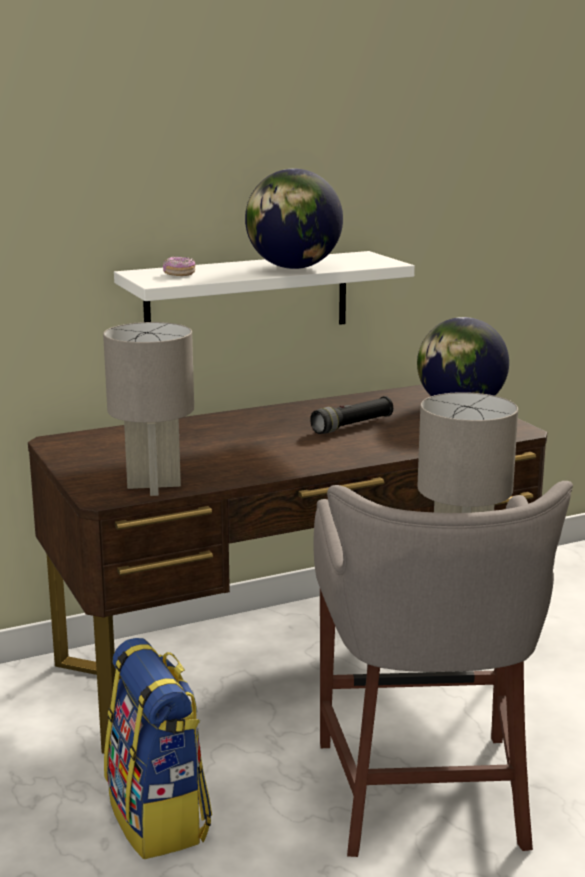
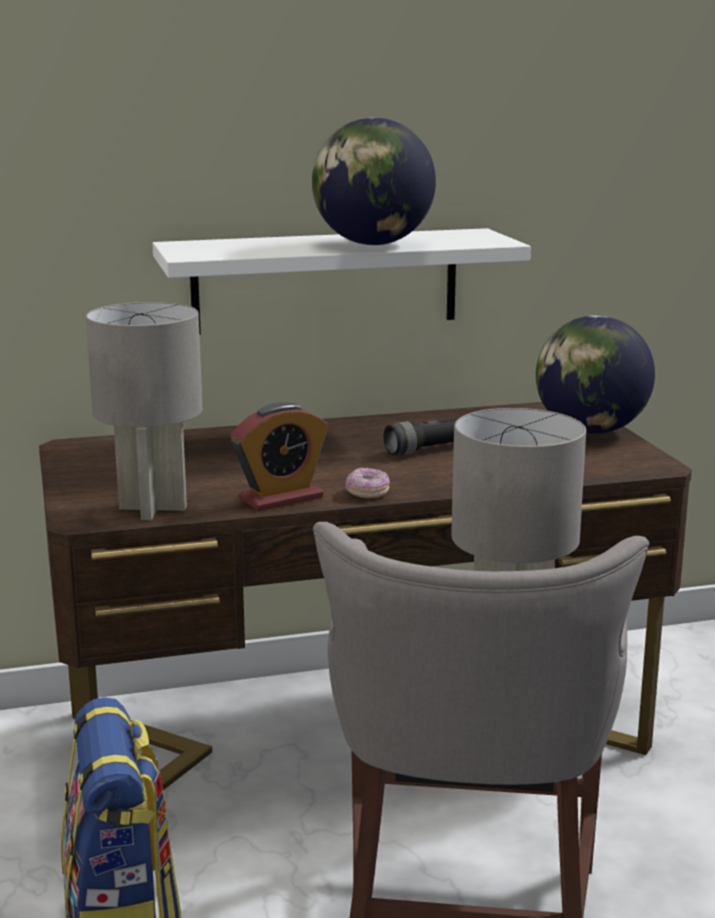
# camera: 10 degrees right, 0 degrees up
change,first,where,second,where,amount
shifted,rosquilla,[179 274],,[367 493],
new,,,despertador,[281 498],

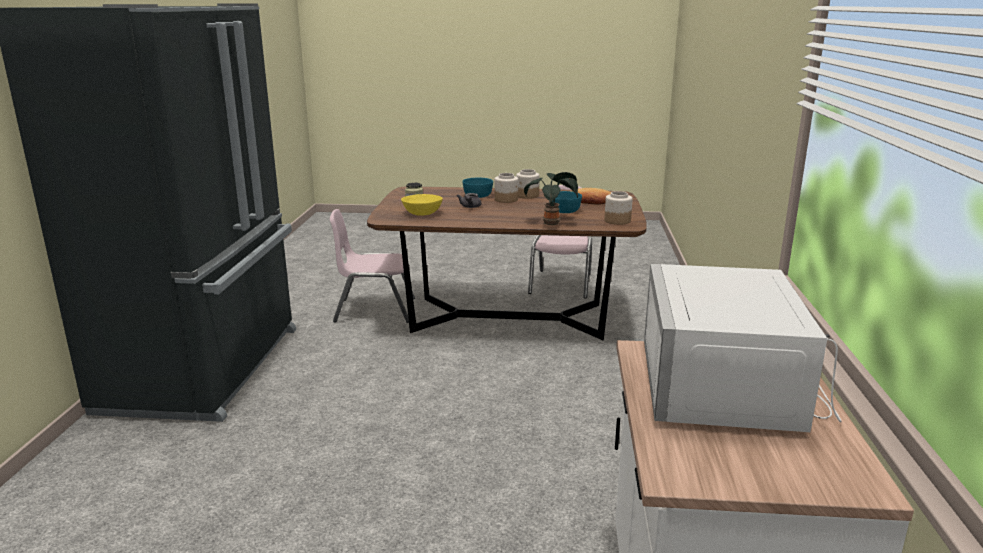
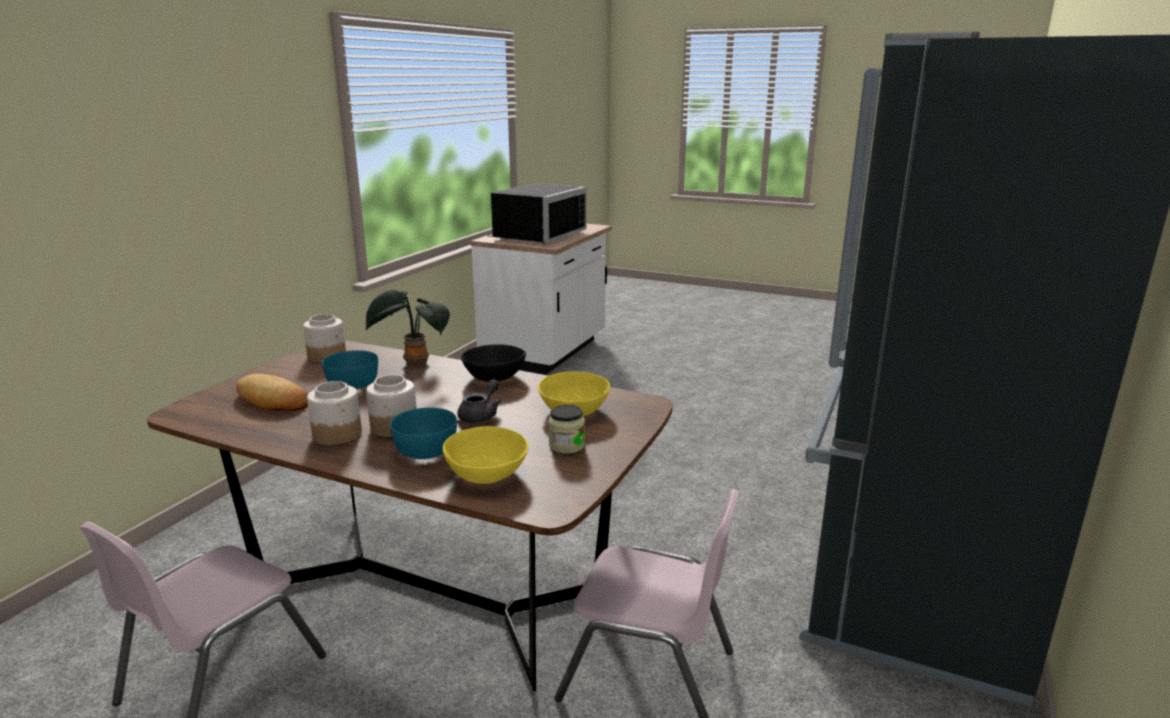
# camera: 160 degrees left, 0 degrees up
change,first,where,second,where,amount
repainted,microondas/blanco,[732 389],microondas/negro,[535 235],
new,,,cuenco/amarillo,[487 474],
new,,,cuenco/negro,[494 377],

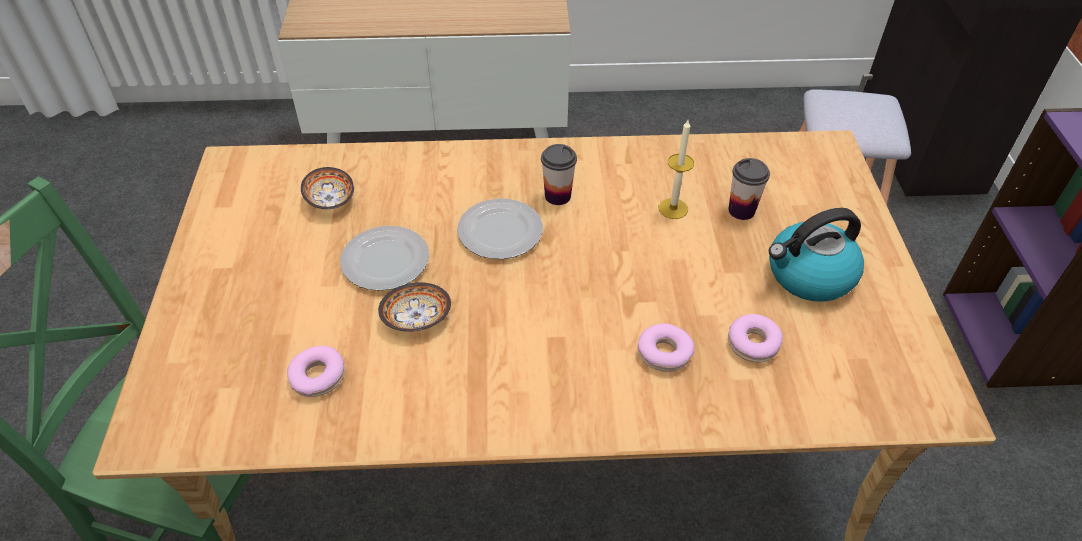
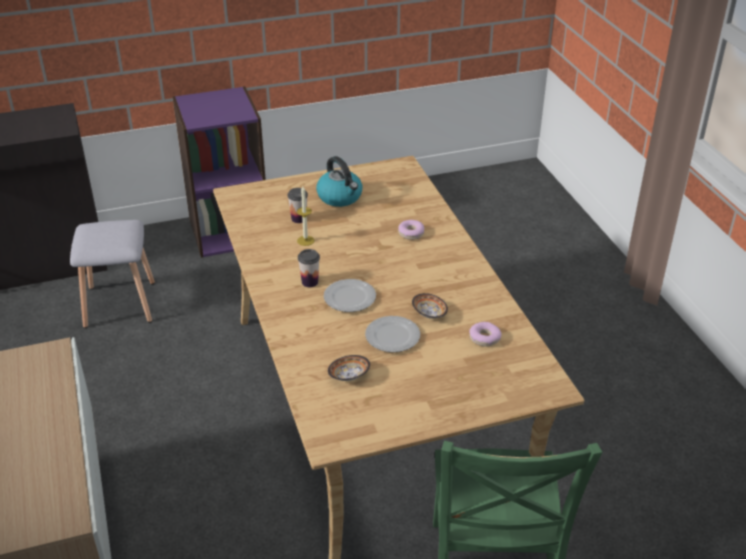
# camera: 105 degrees left, 10 degrees down
change,first,where,second,where,amount
gone,rosquilla,[753 343],,,

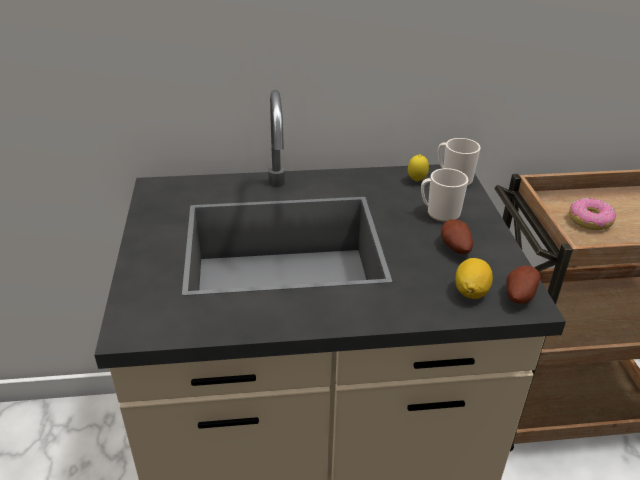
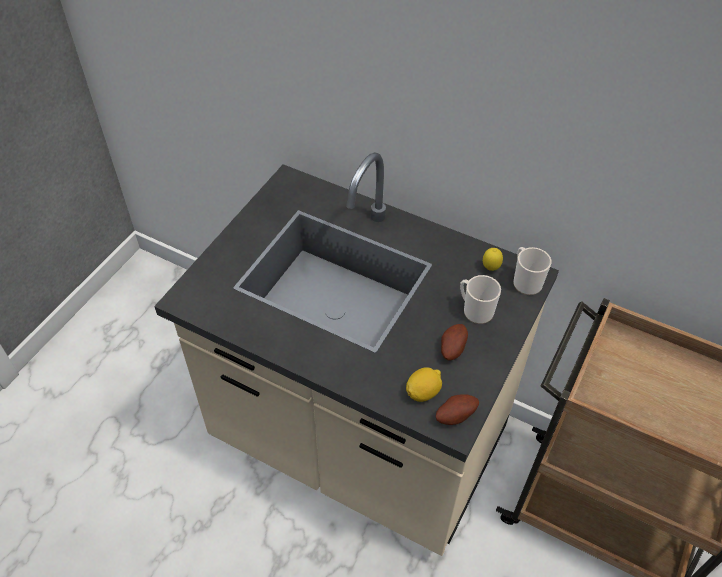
# camera: 35 degrees right, 15 degrees up
change,first,where,second,where,amount
gone,rosquilla,[589 221],,,

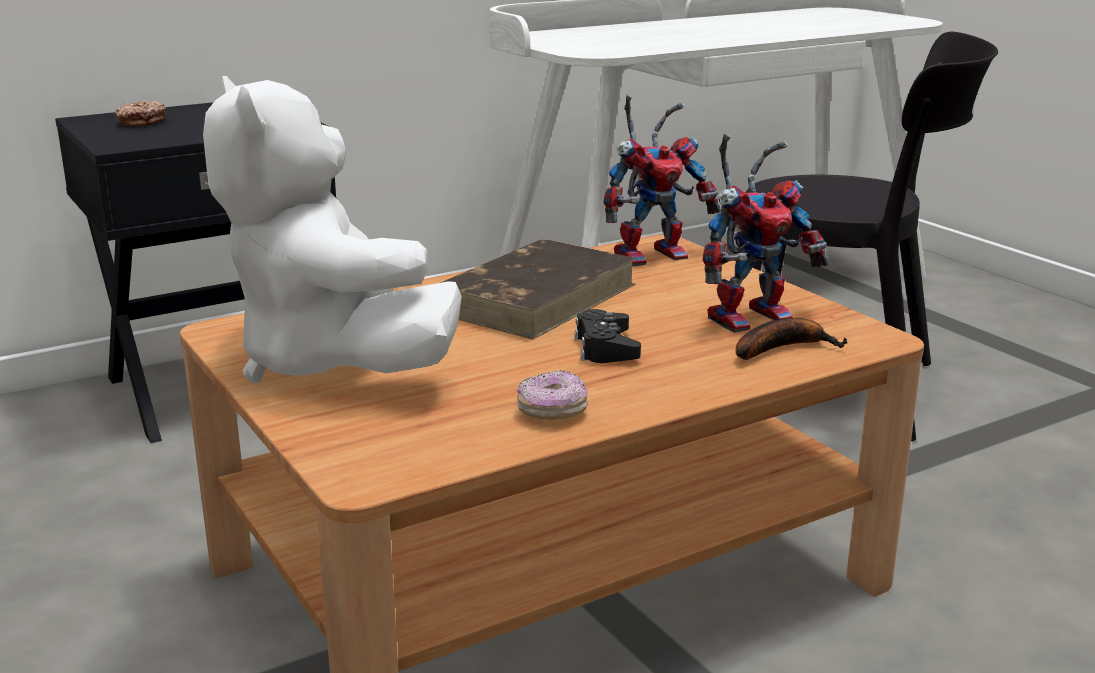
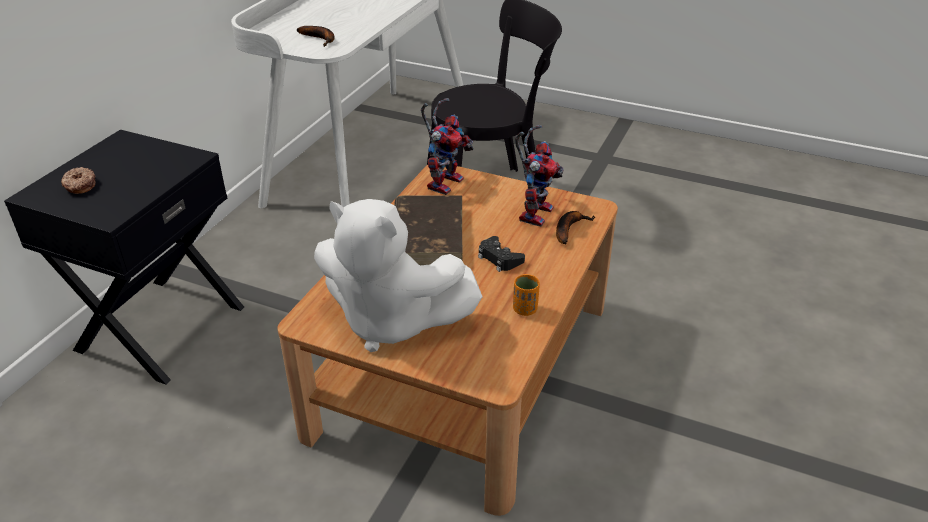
# camera: 35 degrees left, 15 degrees up
change,first,where,second,where,amount
swapped,rosquilla,[552 412],taza/naranja,[525 309],
new,,,plátano,[320 39],

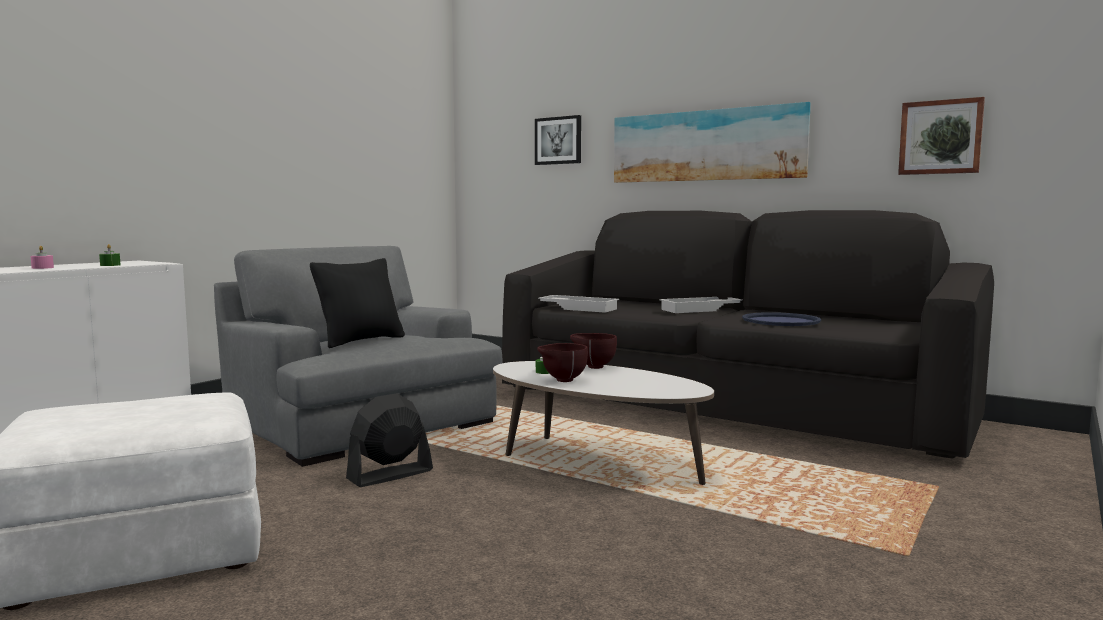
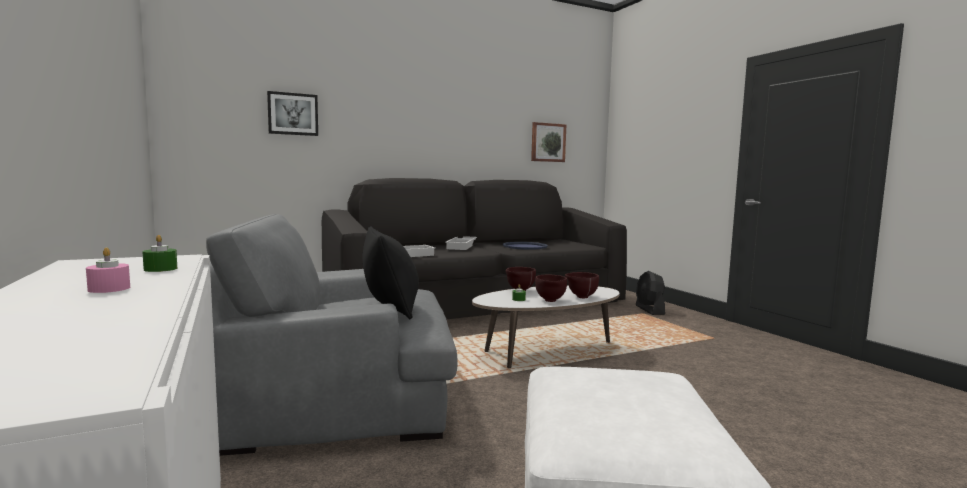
# camera: 60 degrees left, 0 degrees up
change,first,where,second,where,amount
shifted,ventilador/negro,[389 475],,[649 310],
gone,cuadro,[706 146],,,
new,,,cuenco/marrón,[580 297],

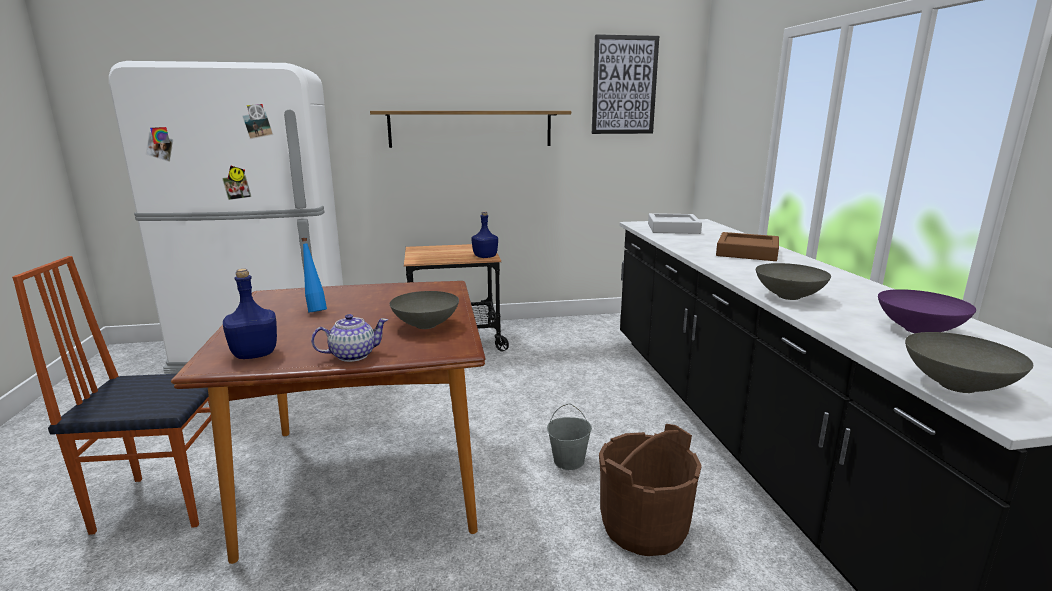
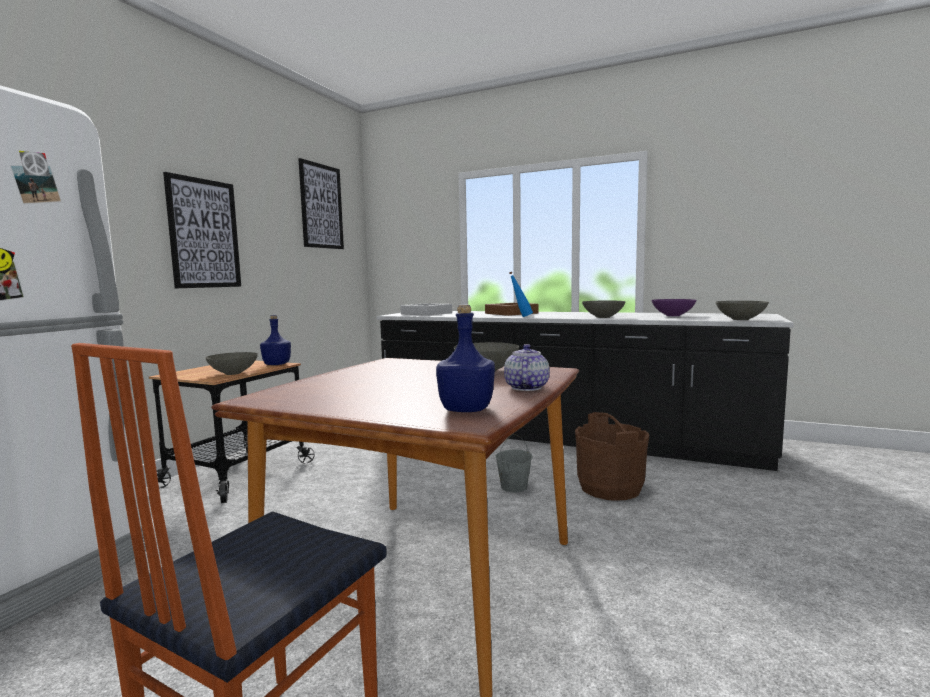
# camera: 55 degrees left, 10 degrees down
change,first,where,second,where,amount
shifted,botella/azul,[315 310],,[521 317],
swapped,estante,[471 128],cuadro,[204 233],
new,,,cuenco/gris,[234 373],

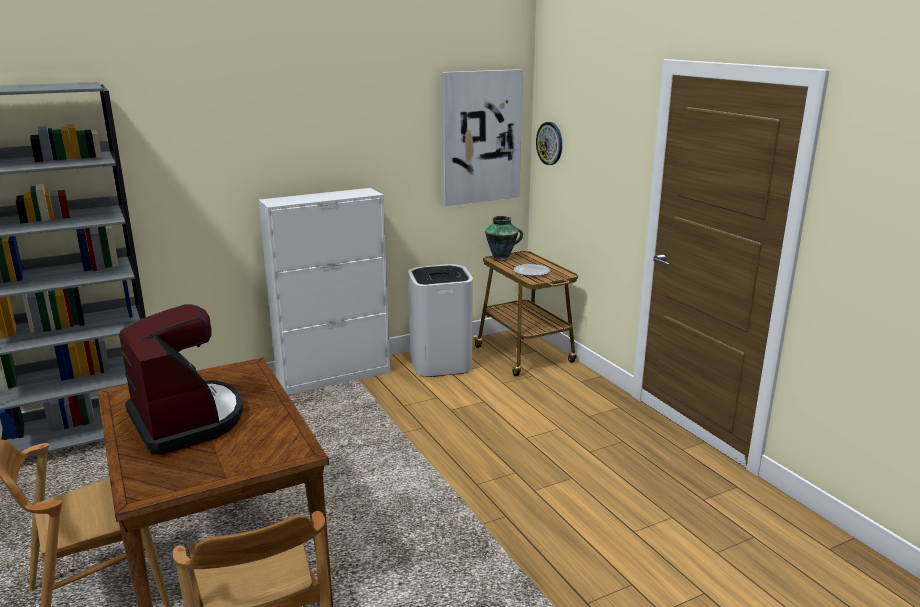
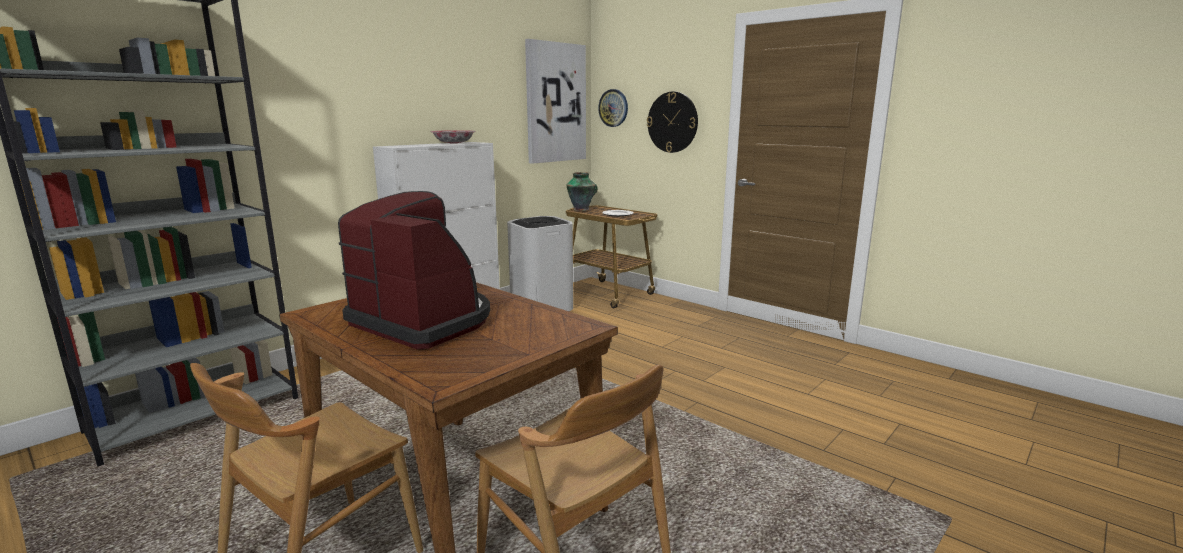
# camera: 20 degrees left, 5 degrees down
change,first,where,second,where,amount
new,,,cuenco,[454 143],
new,,,reloj de pared,[672 122],

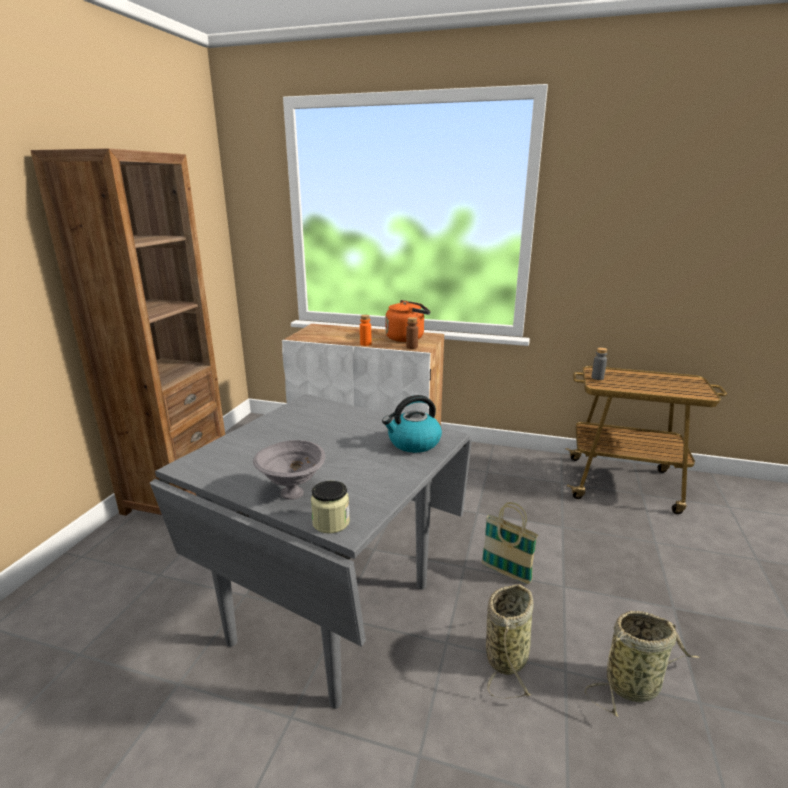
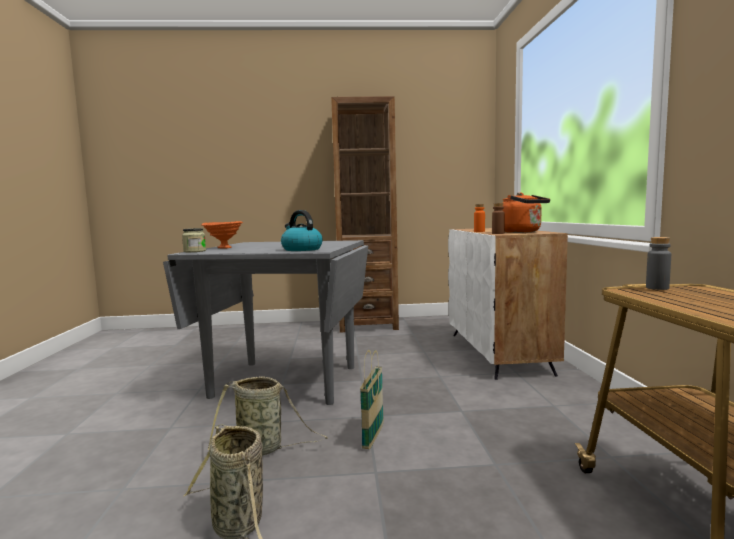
# camera: 70 degrees right, 15 degrees down
change,first,where,second,where,amount
repainted,cuenco/gris,[293 494],cuenco/naranja,[224 248],

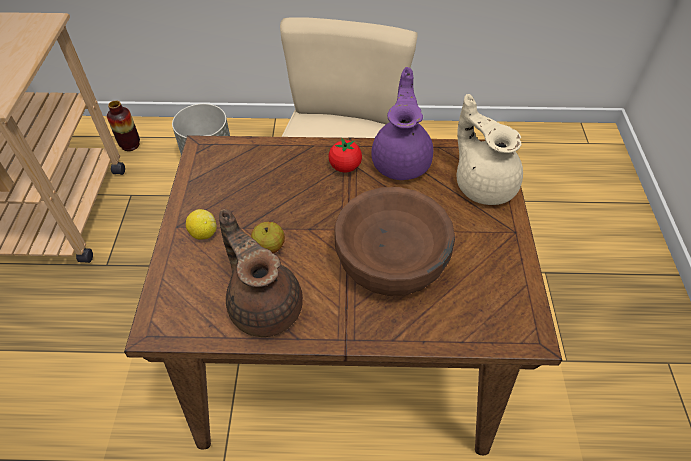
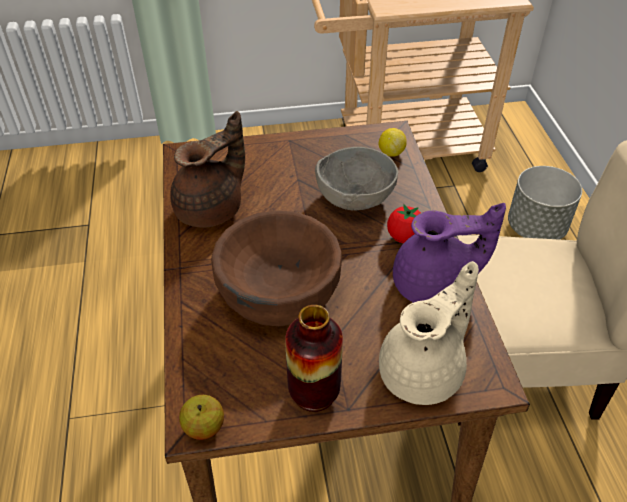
# camera: 80 degrees right, 5 degrees down
change,first,where,second,where,amount
shifted,florero,[130 145],,[314 393],
shifted,limón,[203 233],,[391 152],
shifted,manzana,[269 247],,[204 427],
new,,,cuenco/gris,[355 196],

